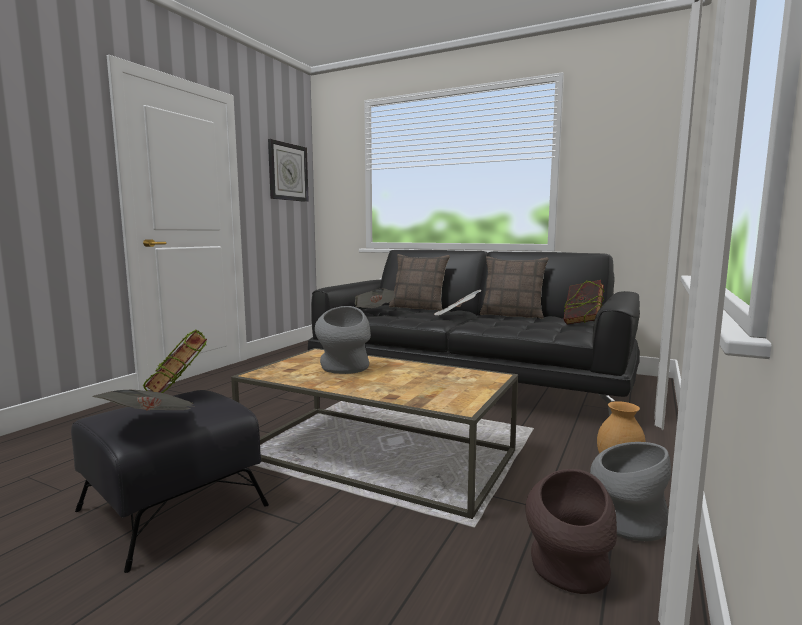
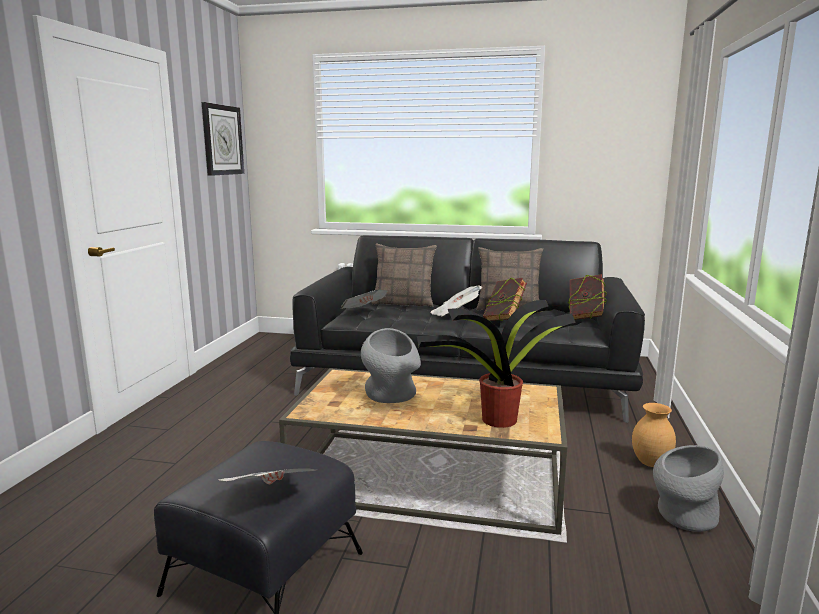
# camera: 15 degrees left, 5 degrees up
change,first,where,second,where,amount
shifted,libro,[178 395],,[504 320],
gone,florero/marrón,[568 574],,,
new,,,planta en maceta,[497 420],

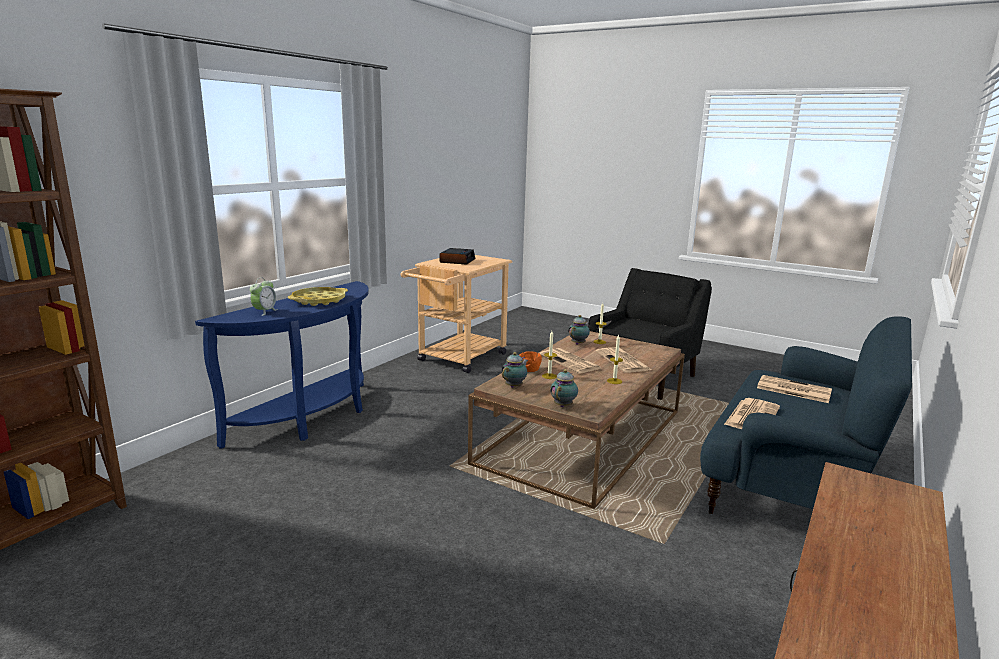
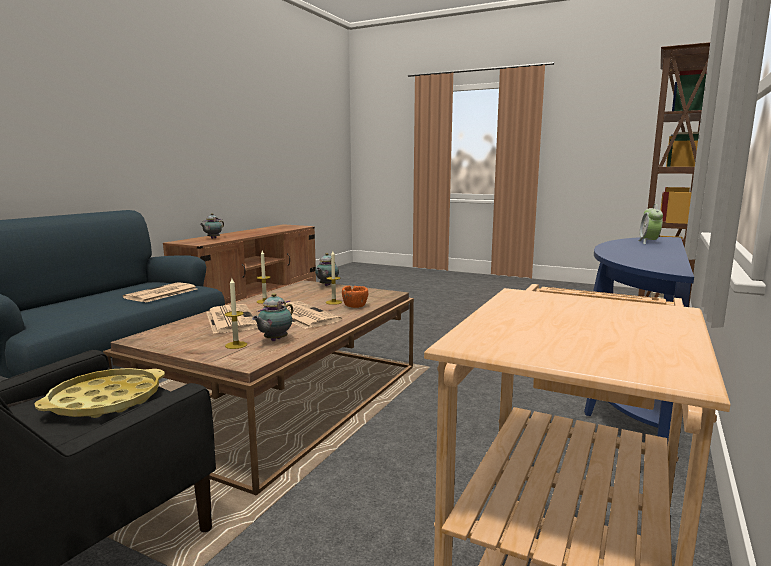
# camera: 175 degrees right, 5 degrees down
change,first,where,second,where,amount
shifted,bandeja/amarillo,[319 300],,[105 401],
gone,despertador,[457 260],,,
shifted,tetera,[514 386],,[212 238],
gone,periódico,[792 389],,,

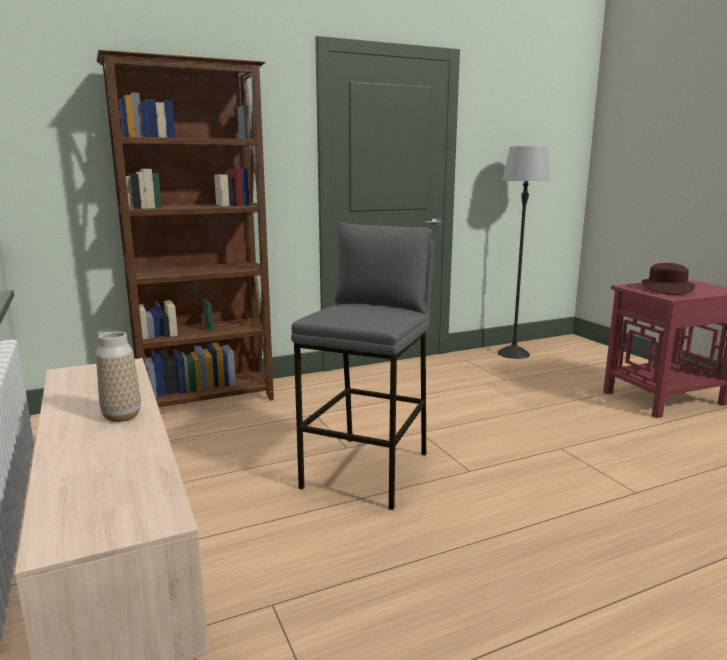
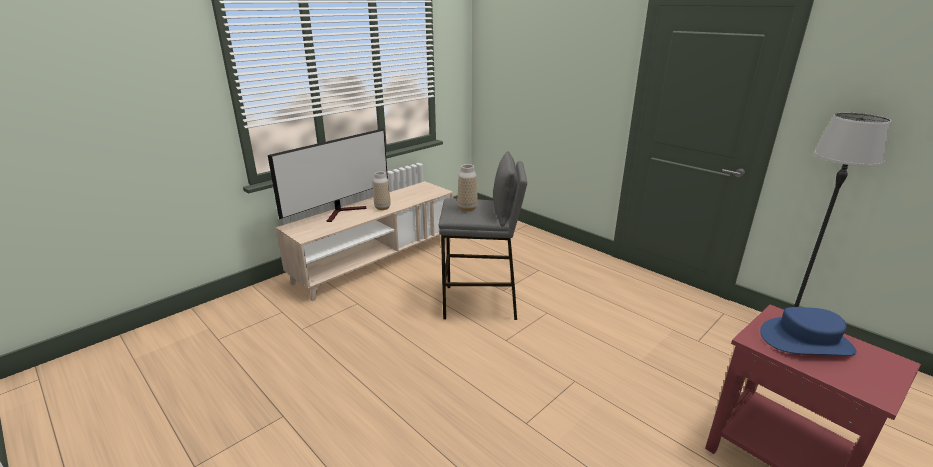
# camera: 70 degrees right, 10 degrees up
change,first,where,second,where,amount
gone,estantería/marrón,[208 401],,,
repainted,sombrero/marrón,[666 288],sombrero/azul,[806 341],
new,,,televisor,[343 212],
new,,,florero,[467 208],

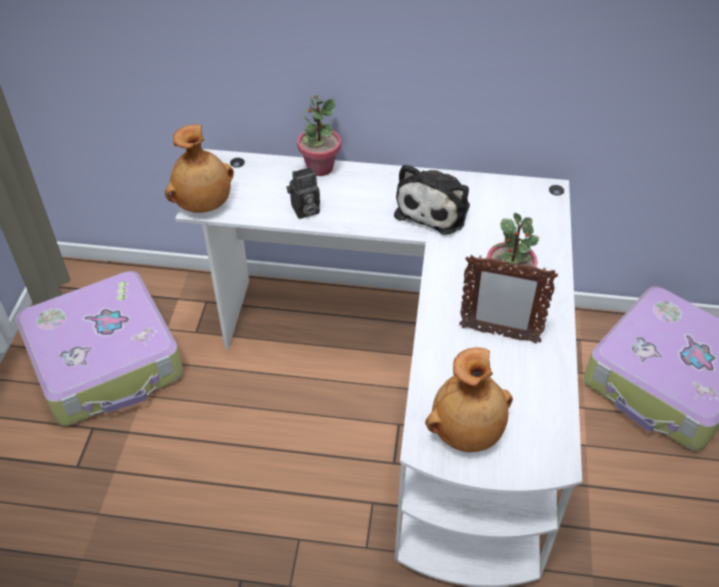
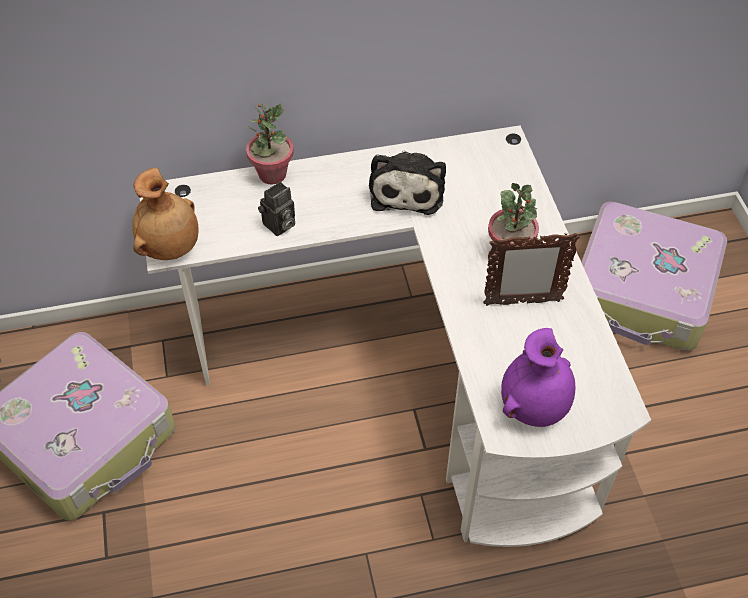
# camera: 20 degrees left, 5 degrees up
change,first,where,second,where,amount
repainted,florero/marrón,[467 432],florero/morado,[535 406],

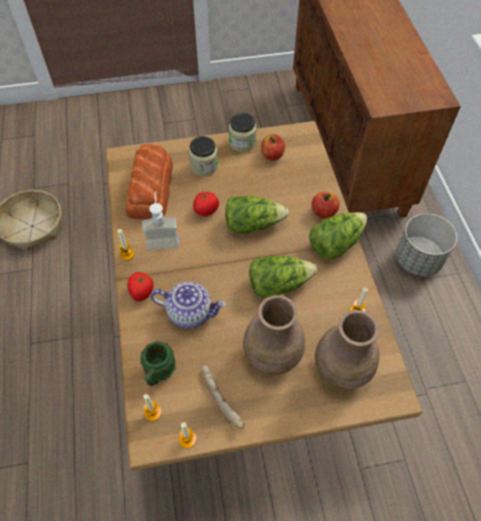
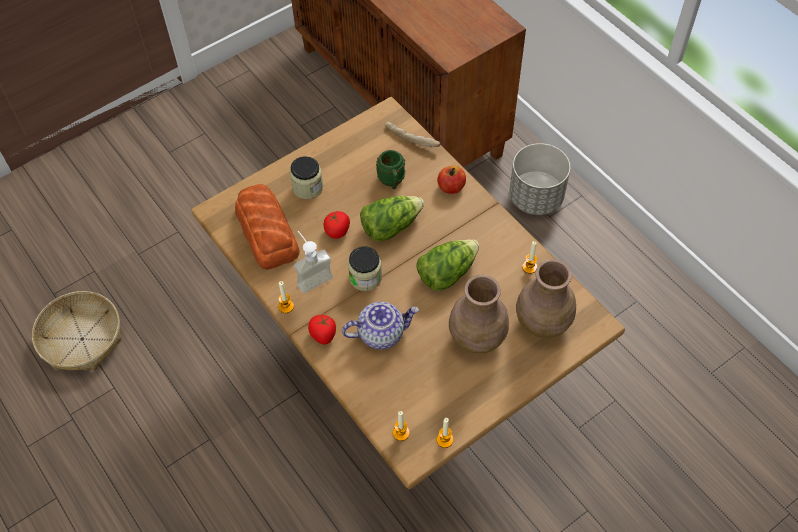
# camera: 25 degrees left, 0 degrees up
change,first,where,second,where,amount
shifted,taza grande/verde,[158 373],,[392 182],
shifted,pan,[222 398],,[412 138],
shifted,tarro,[242 142],,[365 277],
gone,manzana,[272 155],,,
gone,lechuga,[335 243],,,

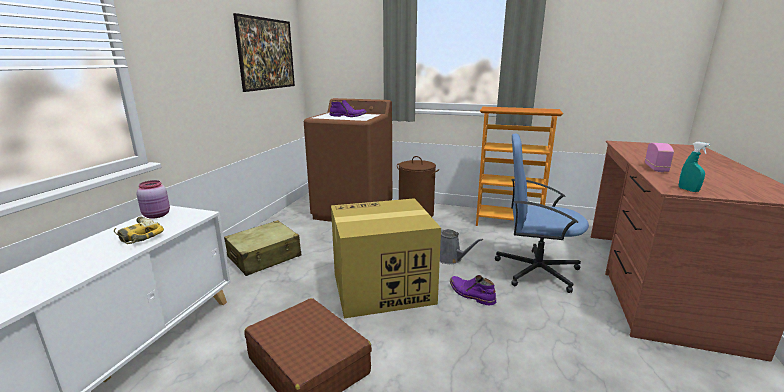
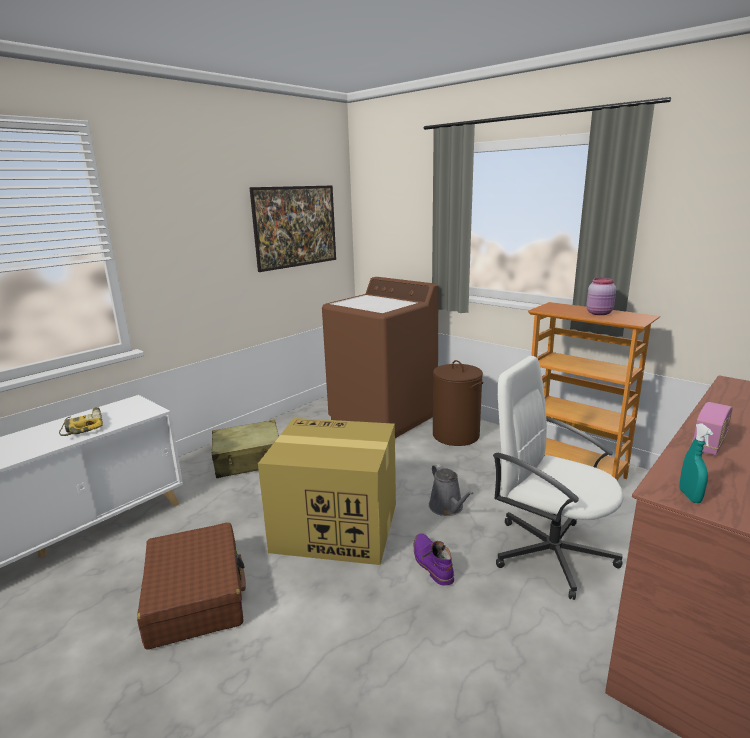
# camera: 25 degrees right, 0 degrees up
change,first,where,second,where,amount
shifted,tarro/rosa,[157 215],,[600 313],
gone,bota/morado,[348 116],,,
repainted,silla de oficina/azul,[535 270],silla de oficina/blanco,[550 552],

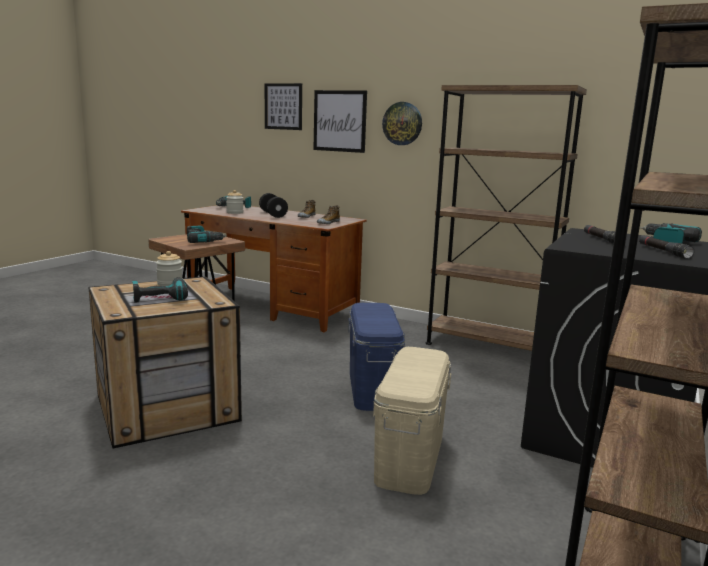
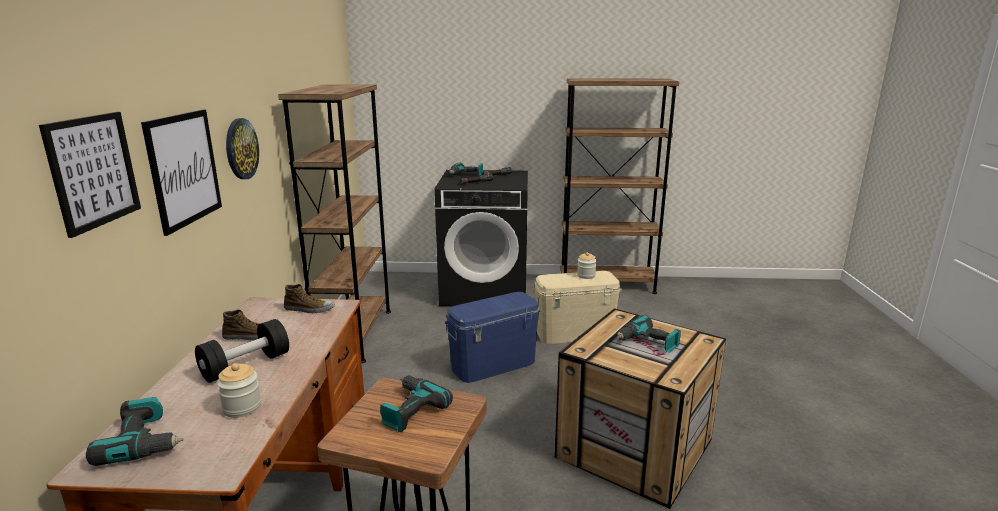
# camera: 115 degrees left, 5 degrees up
change,first,where,second,where,amount
shifted,tarro,[170 283],,[586 275],

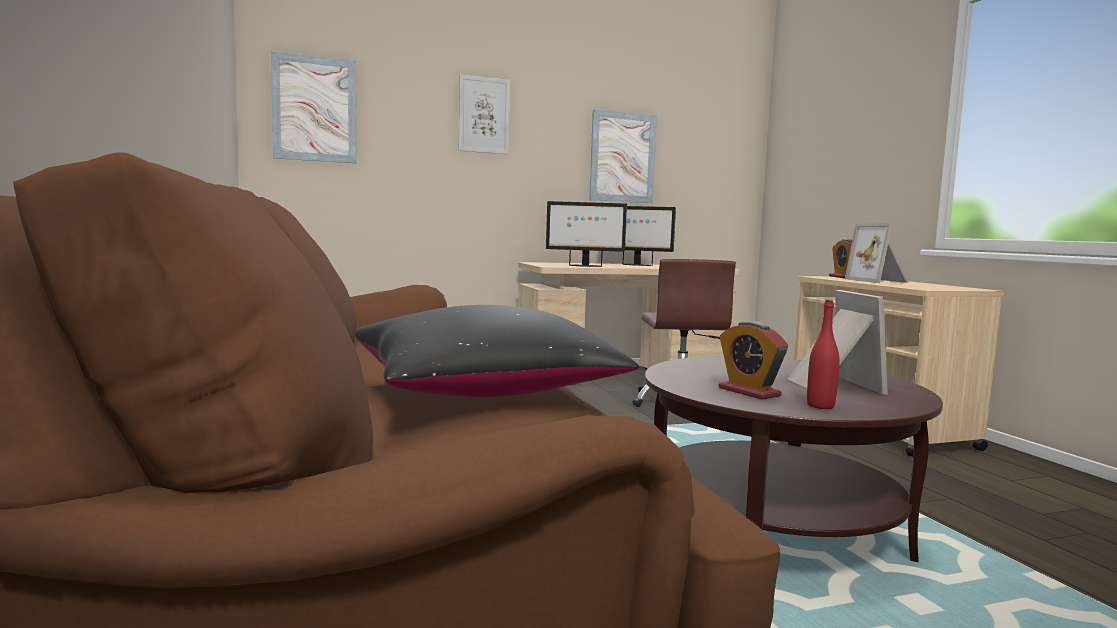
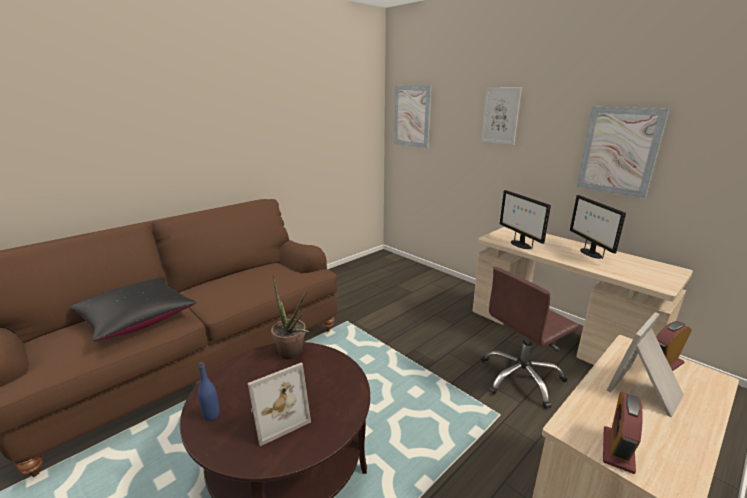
# camera: 65 degrees right, 15 degrees up
change,first,where,second,where,amount
shifted,despertador,[749 392],,[618 450],
repainted,botella/rojo,[820 406],botella/azul,[211 415],
new,,,planta en maceta,[293 355],

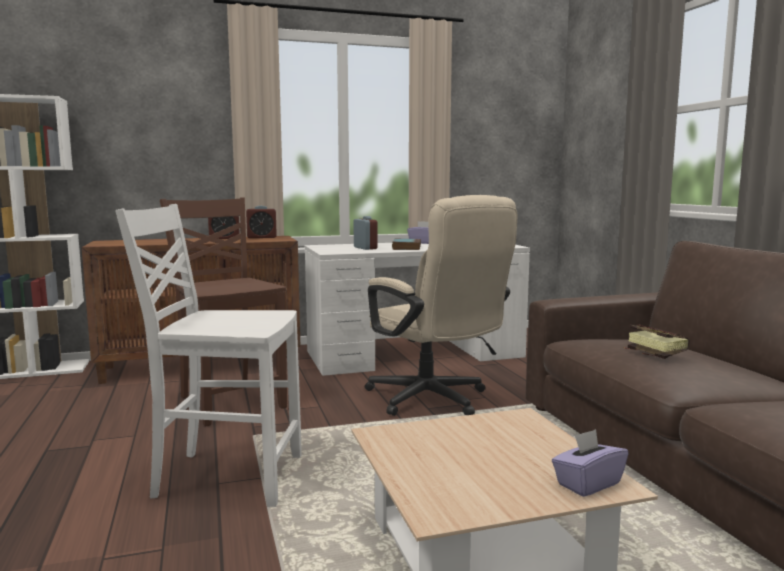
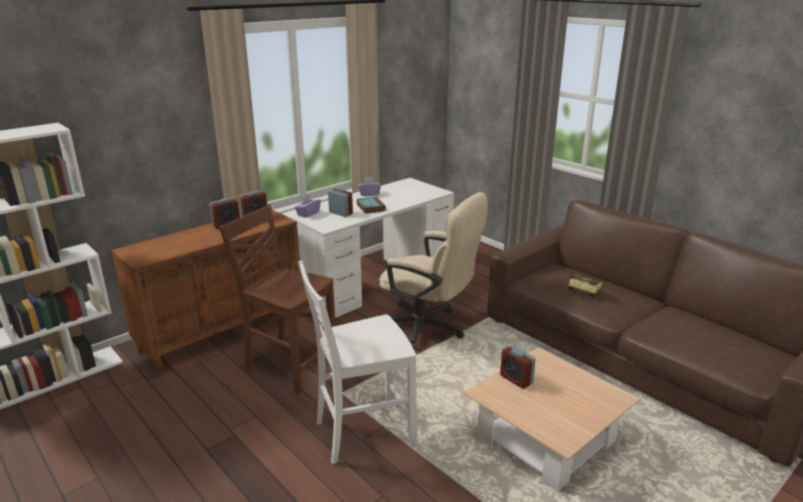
# camera: 25 degrees left, 15 degrees up
change,first,where,second,where,amount
shifted,caja de pañuelos/morado,[587 483],,[308 213],
new,,,despertador,[516 379],

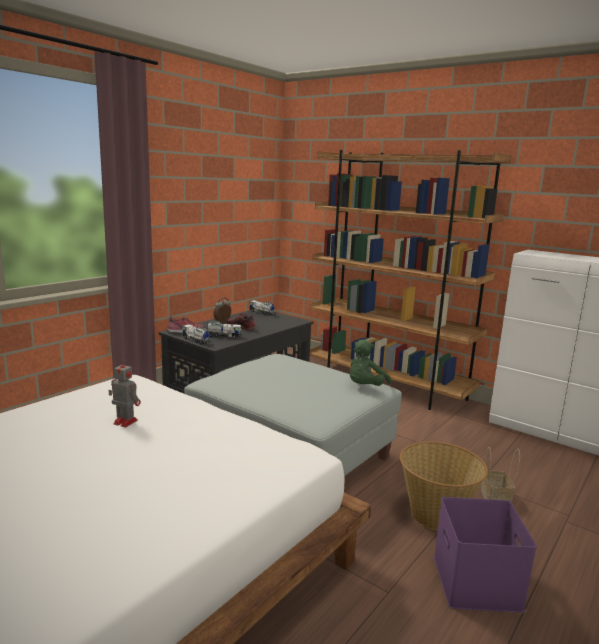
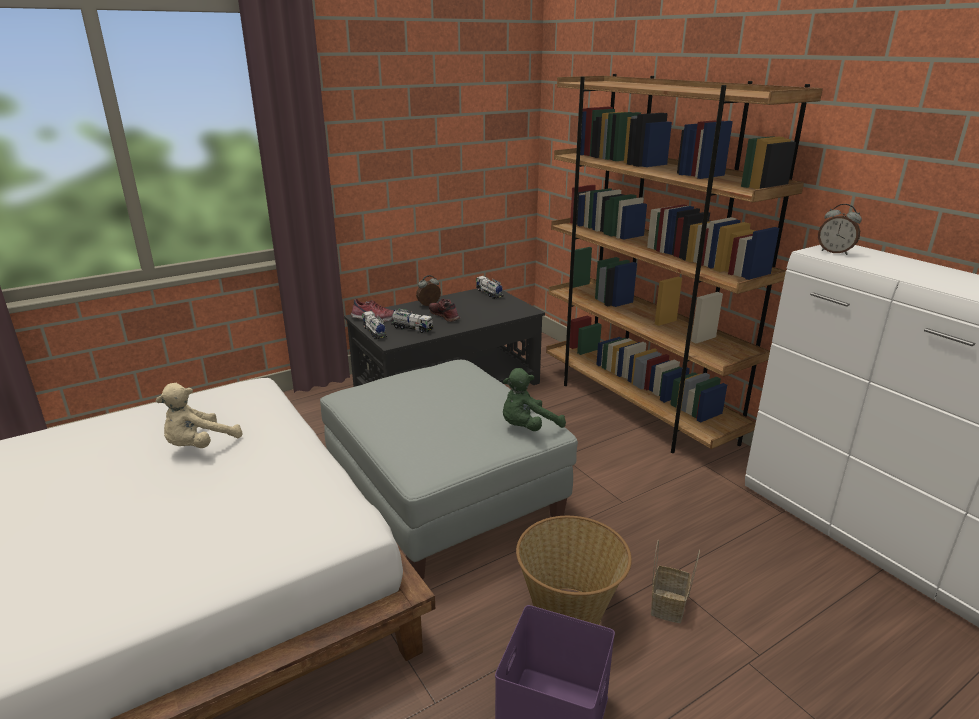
# camera: 20 degrees right, 10 degrees up
change,first,where,second,where,amount
swapped,robot de juguete,[124 421],peluche/beis,[199 445],
new,,,despertador,[835 252],

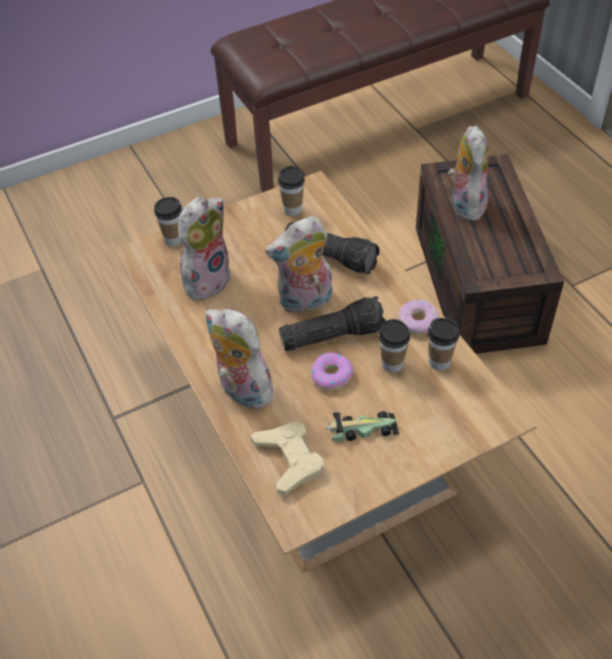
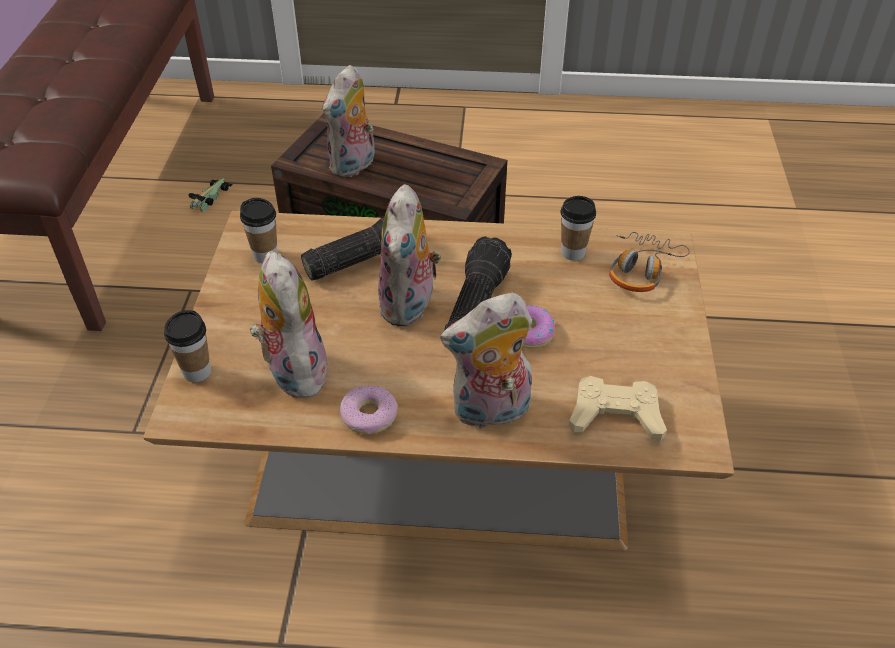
# camera: 60 degrees left, 5 degrees down
change,first,where,second,where,amount
shifted,coche de juguete,[361 429],,[210 197],
gone,taza,[392 364],,,
shifted,rosquilla,[417 322],,[369 416],
rotated,peluche,[464 204],,[354 166],90 degrees counterclockwise
new,,,auriculares,[641 270],

